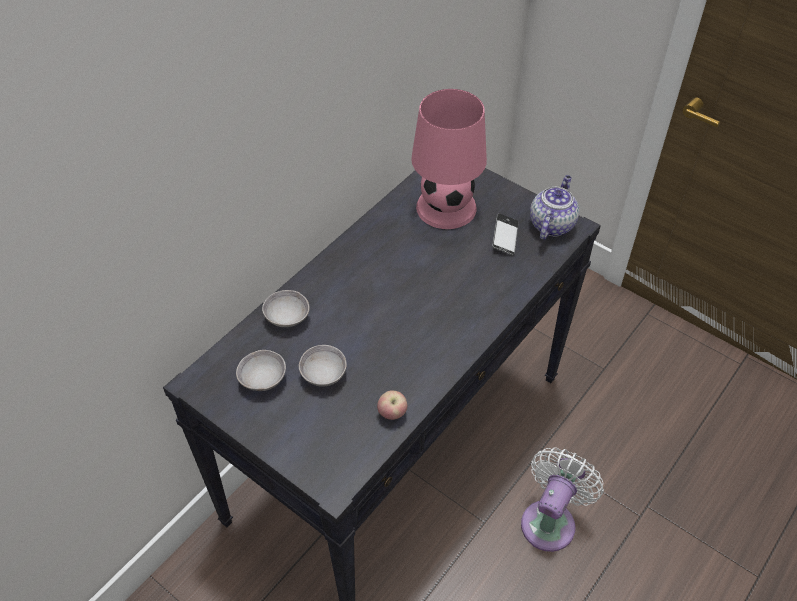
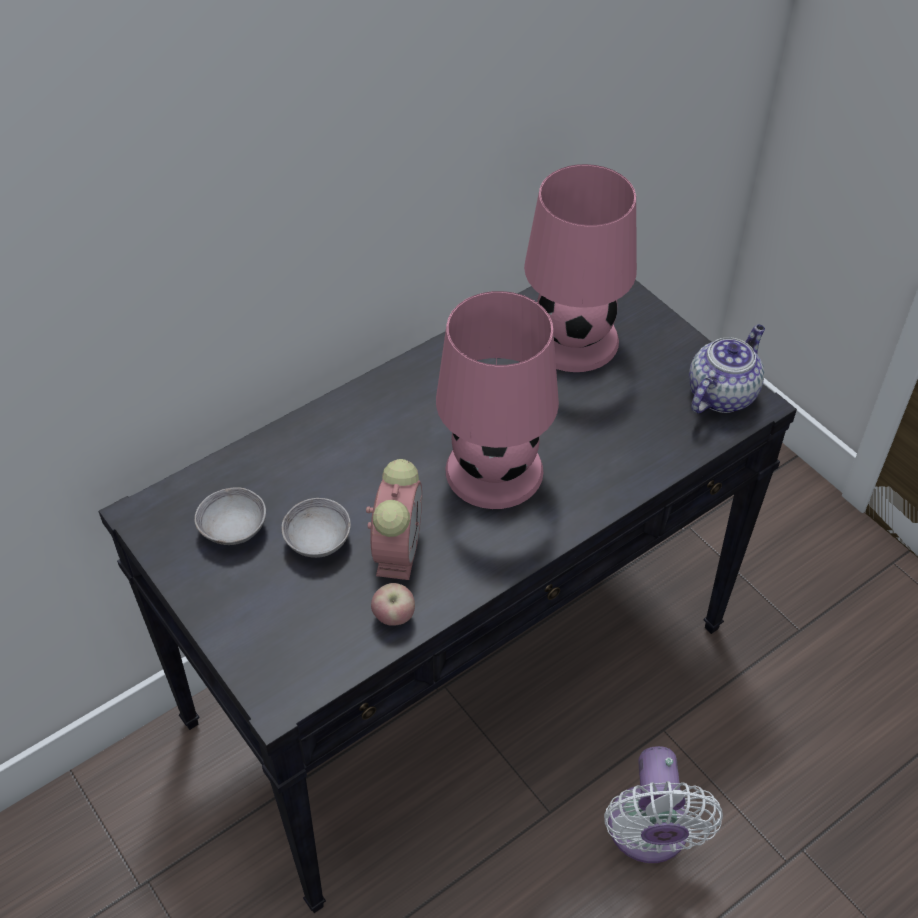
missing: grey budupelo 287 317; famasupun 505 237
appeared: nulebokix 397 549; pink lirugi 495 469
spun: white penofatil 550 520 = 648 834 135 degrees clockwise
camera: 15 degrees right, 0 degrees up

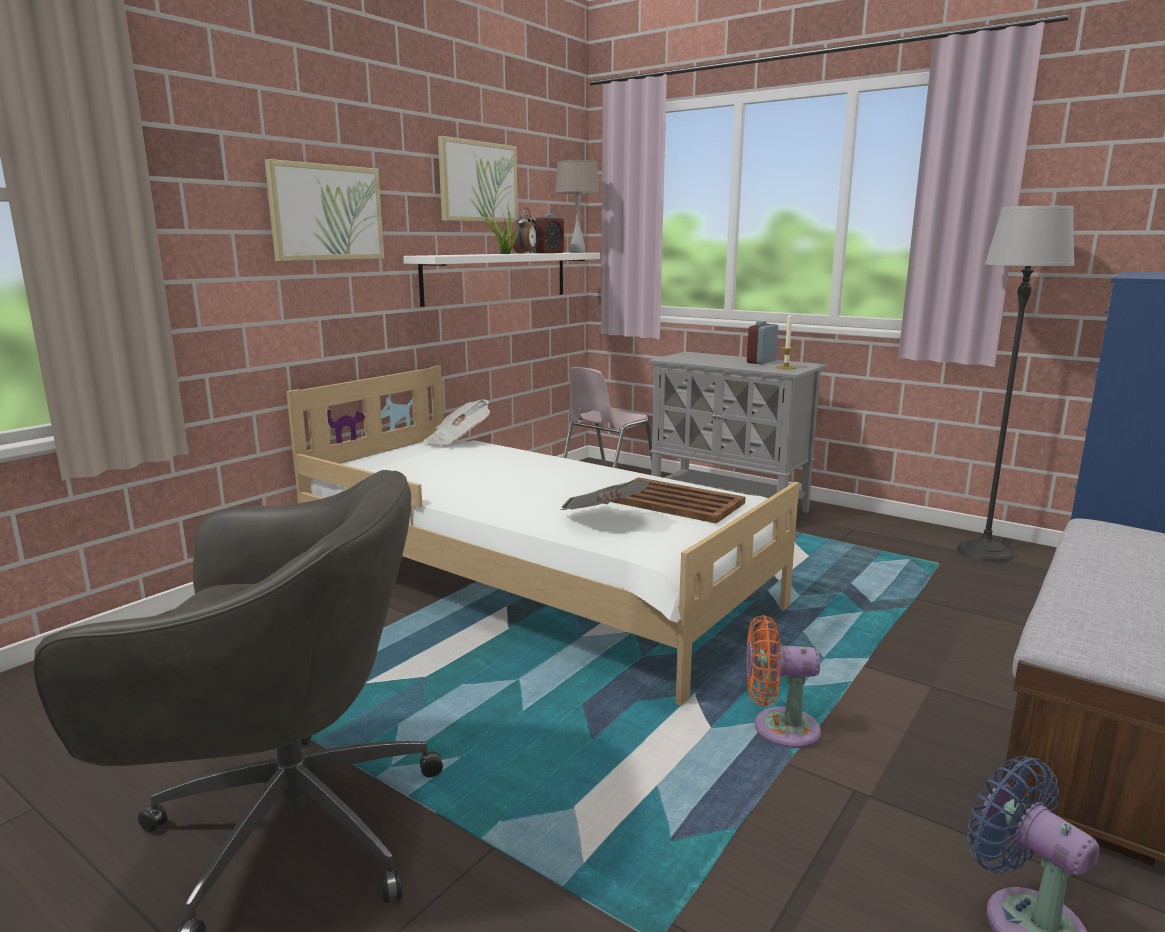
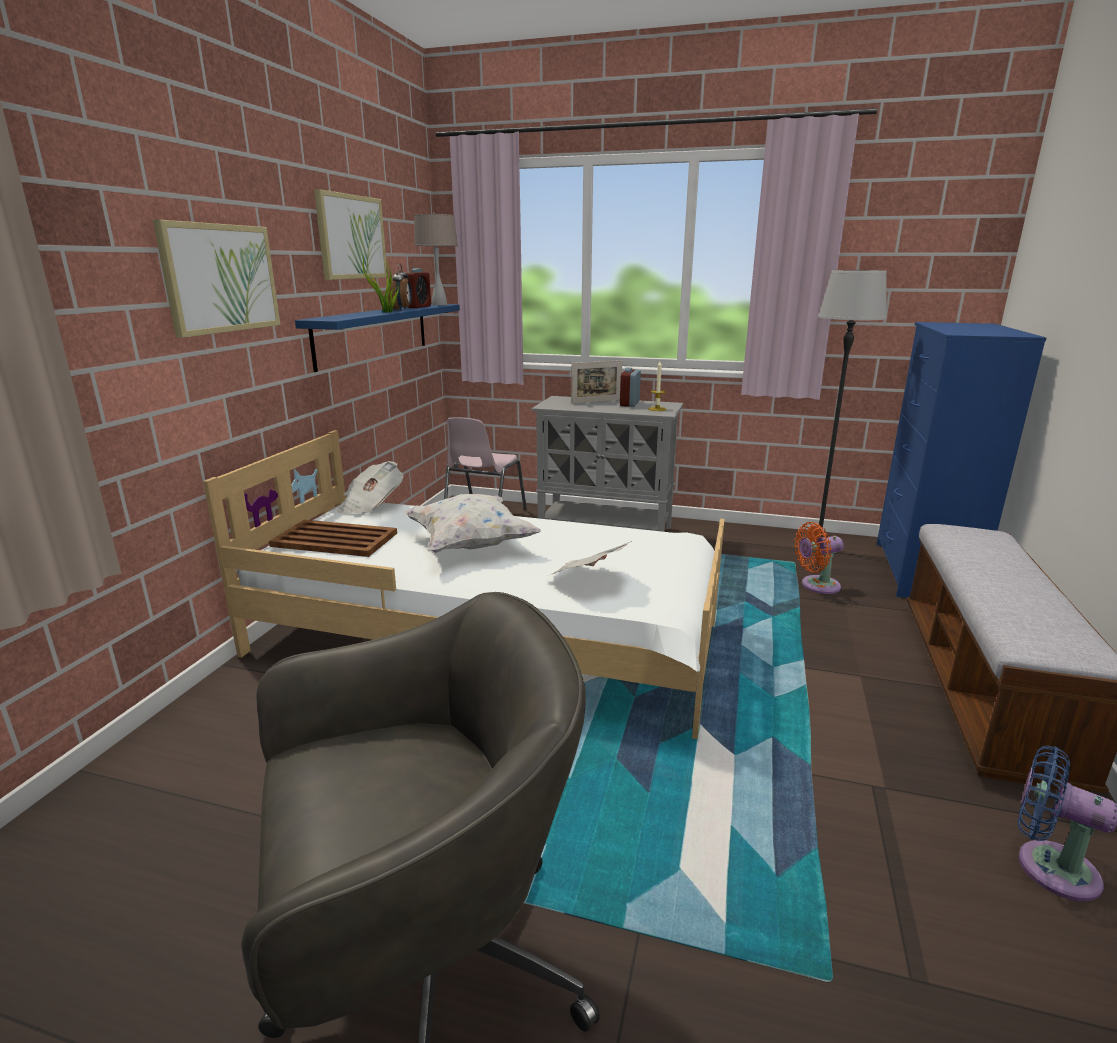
appeared: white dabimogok 470 545; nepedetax 596 401
relocated: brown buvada 673 501 to 334 539; orange penofatil 778 728 to 816 586
colour: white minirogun 497 277 to blue minirogun 374 334
camera: 20 degrees left, 5 degrees up

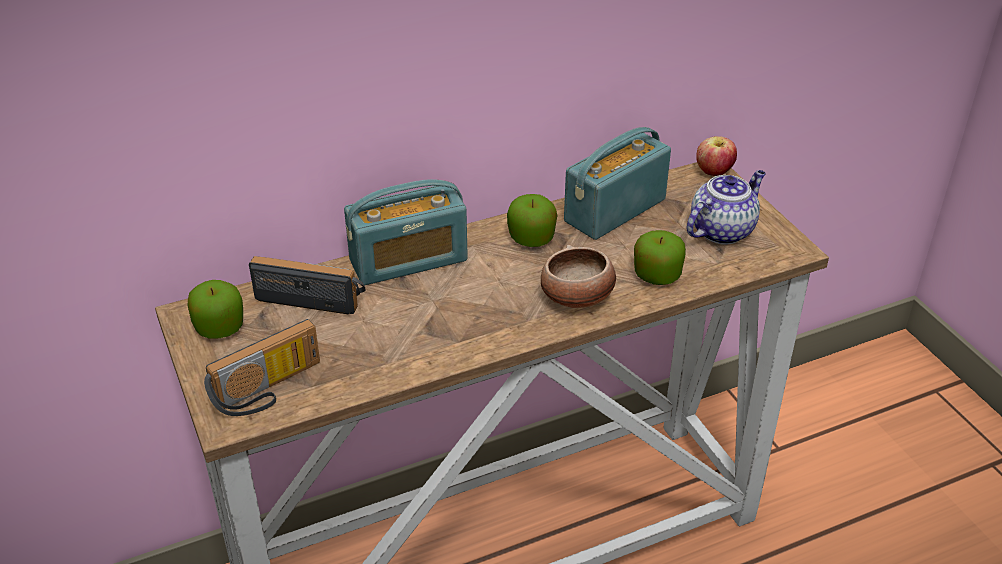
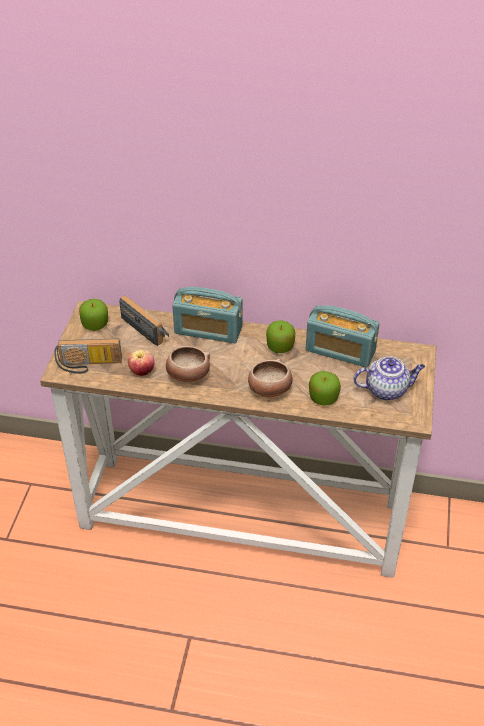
appeared: budupelo 187 375
relocated: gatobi 714 172 to 142 372
spun: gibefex 614 210 = 340 351 150 degrees counterclockwise
camera: 35 degrees right, 5 degrees up

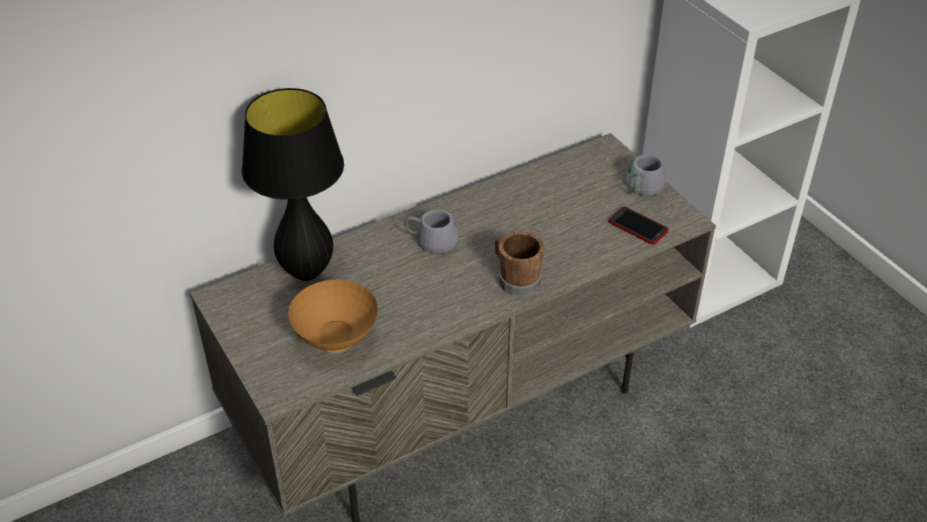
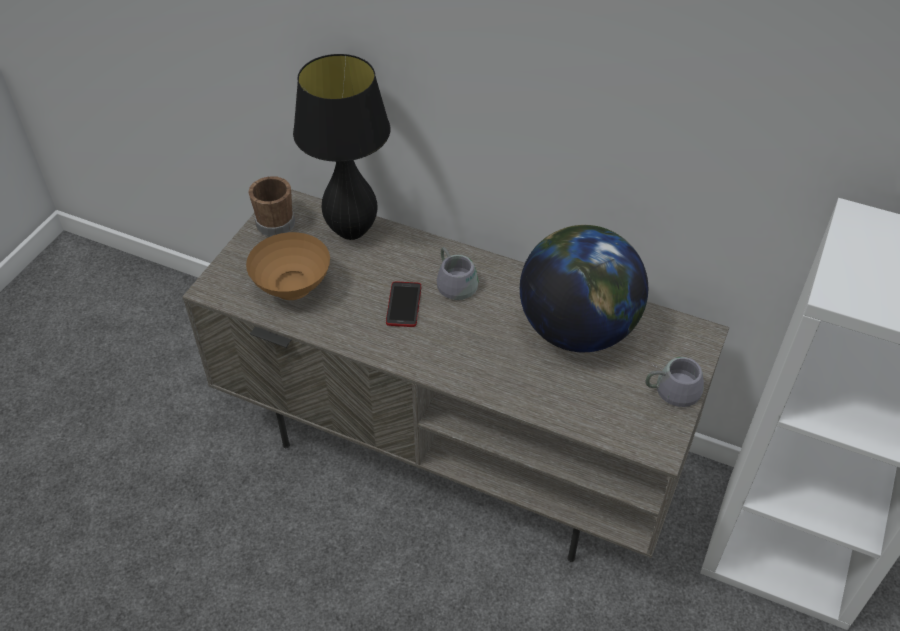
appeared: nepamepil 577 329
relocated: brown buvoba 515 279 to 277 220; famasupun 638 226 to 404 305
camera: 55 degrees right, 5 degrees up

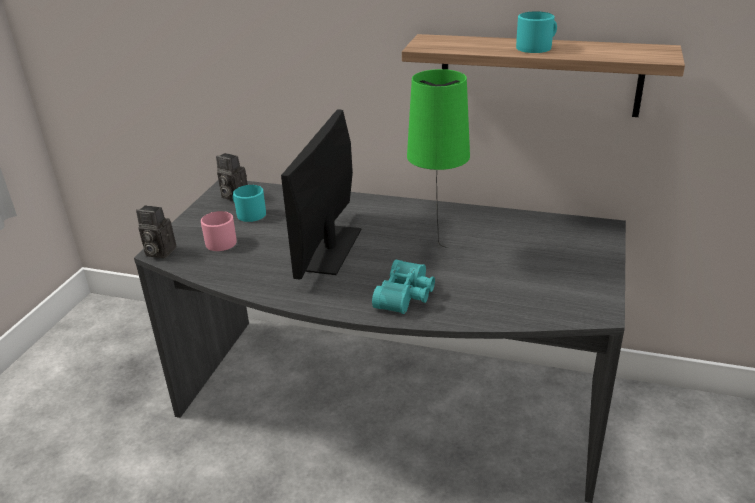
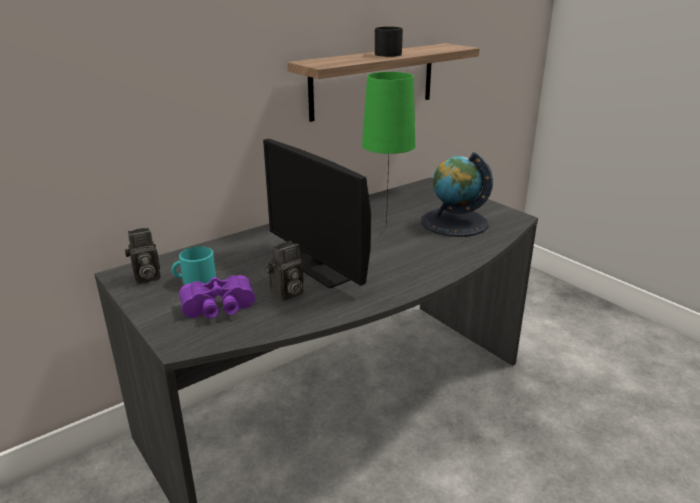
missing: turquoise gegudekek 407 296
appeared: nepamepil 454 222
relocated: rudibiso 158 252 to 286 293
exchanged: pink buvoba 218 242 to purple gegudekek 219 309
colour: turquoise buvoba 537 47 to black buvoba 388 54
camera: 55 degrees left, 5 degrees down

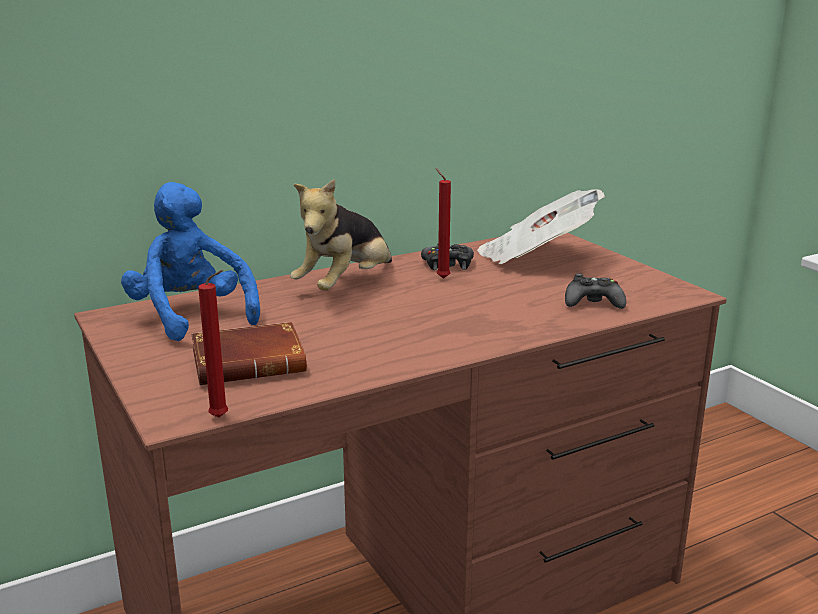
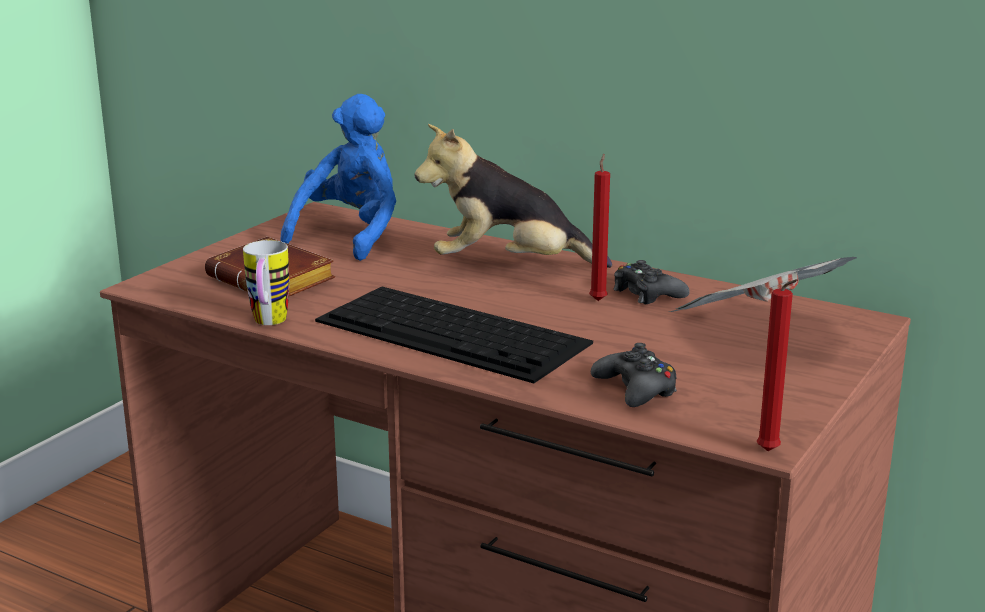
appeared: buvoba 268 323; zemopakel 454 332
relocated: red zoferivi 222 417 to 770 453
camera: 60 degrees right, 0 degrees up

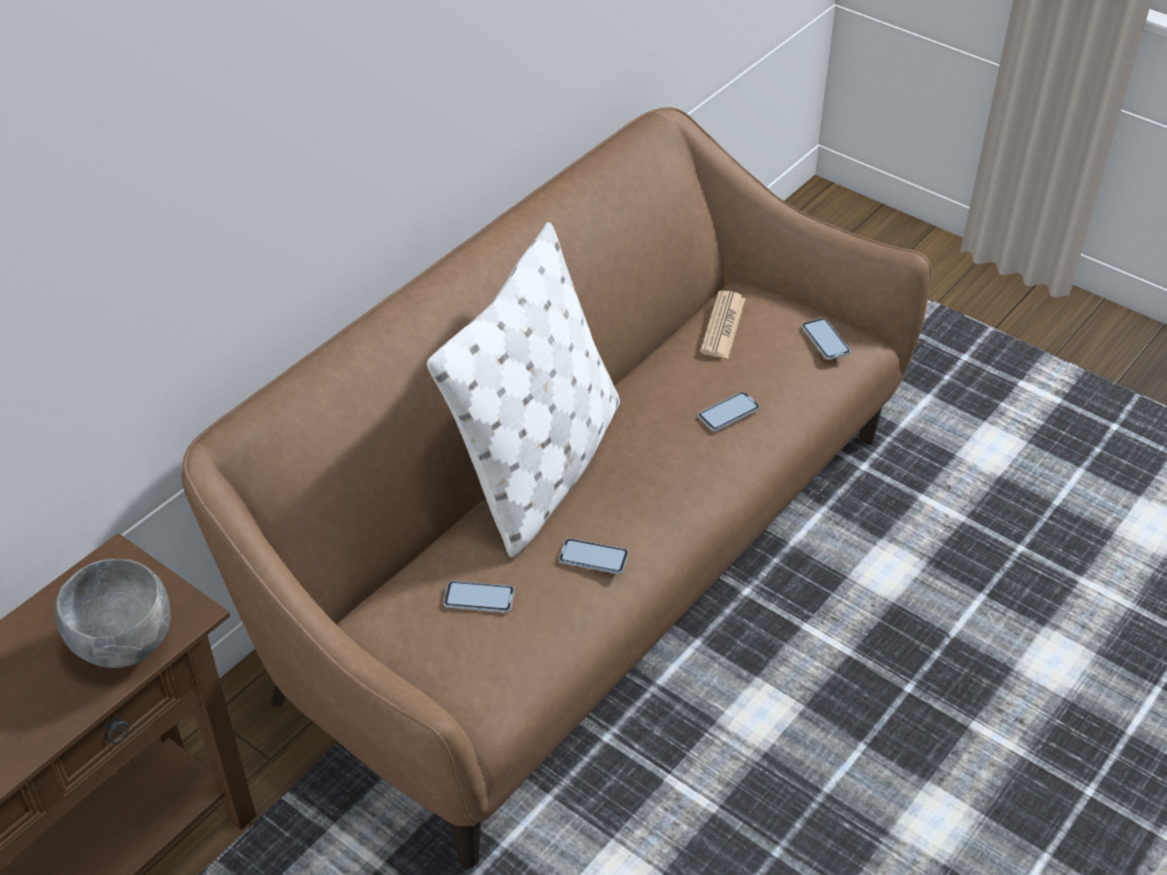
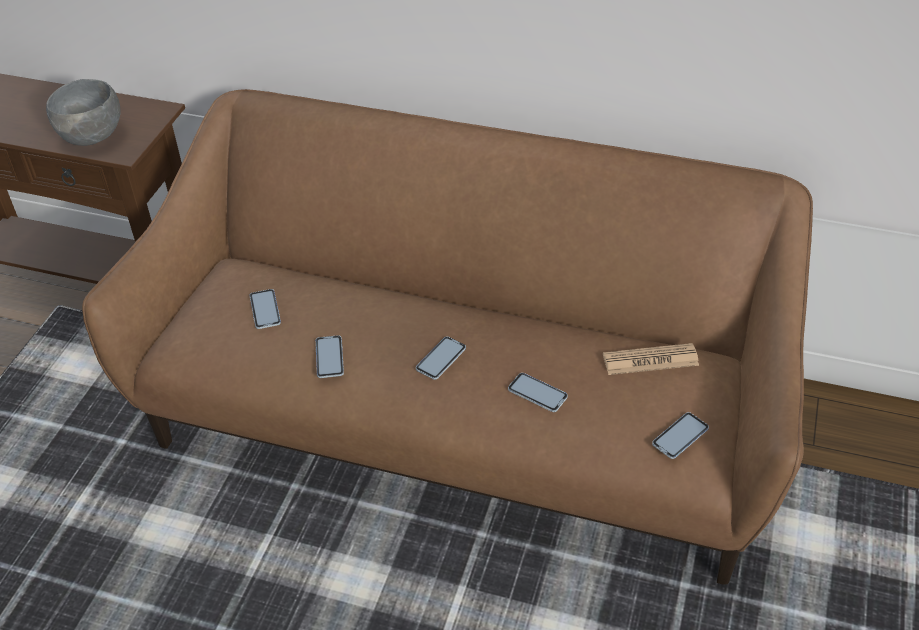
missing: white dabimogok 539 469
appeared: famasupun 441 359
camera: 70 degrees right, 0 degrees up

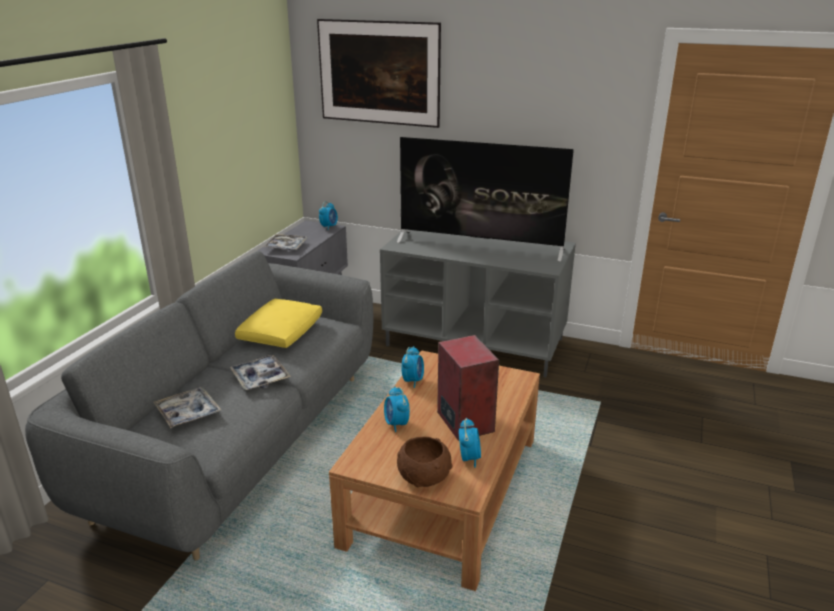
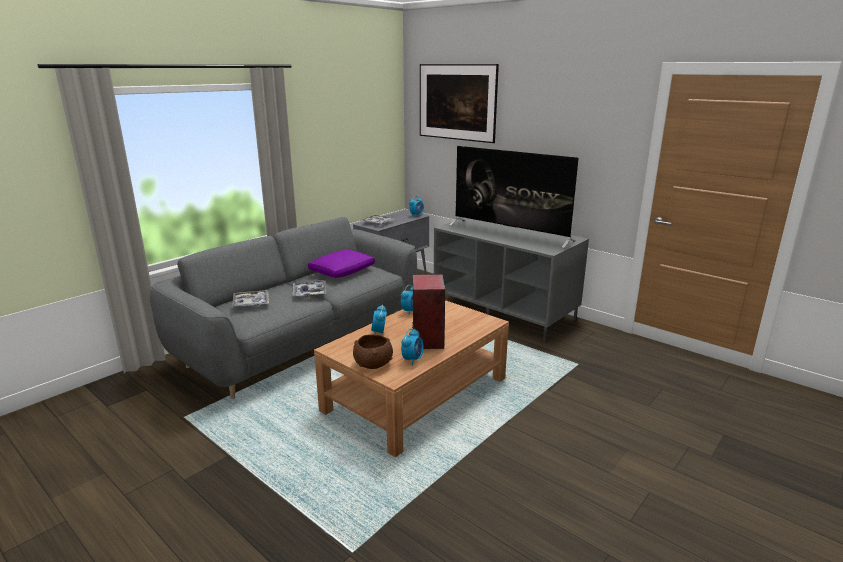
colour: yellow dabimogok 281 333 to purple dabimogok 342 271
camera: 20 degrees right, 5 degrees down

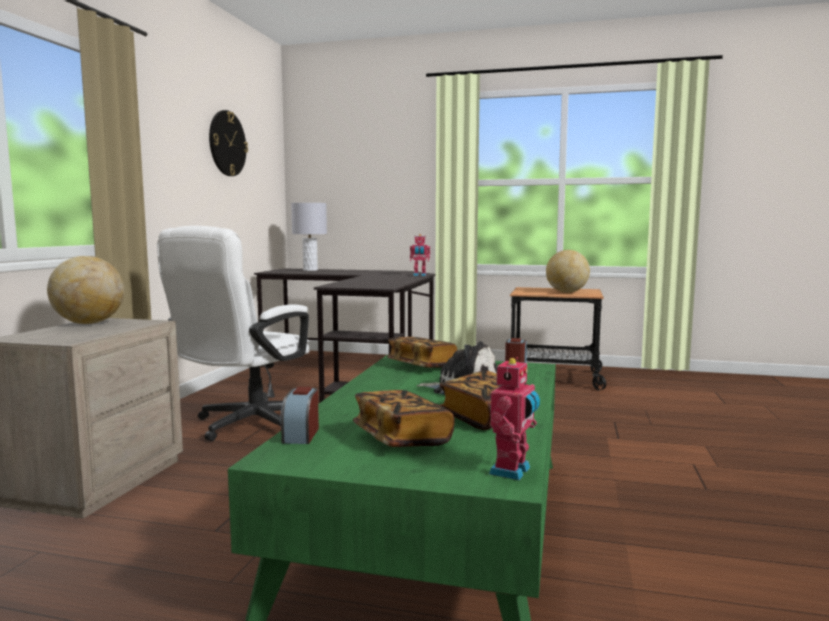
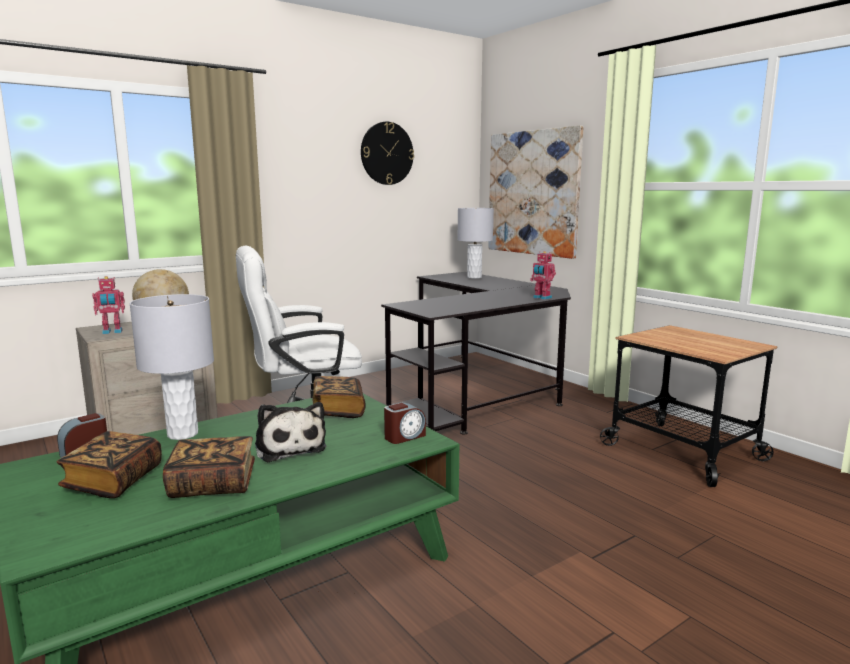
missing: nepamepil 566 292
appeared: grey lirugi 182 434; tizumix 533 193
relocated: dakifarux 513 471 to 112 332
camera: 40 degrees right, 5 degrees up

